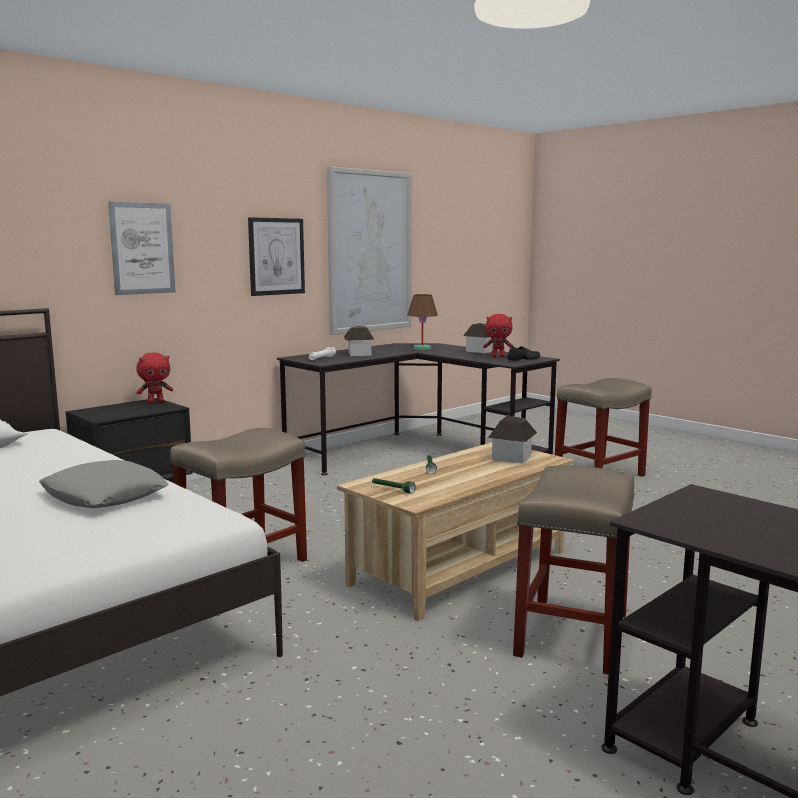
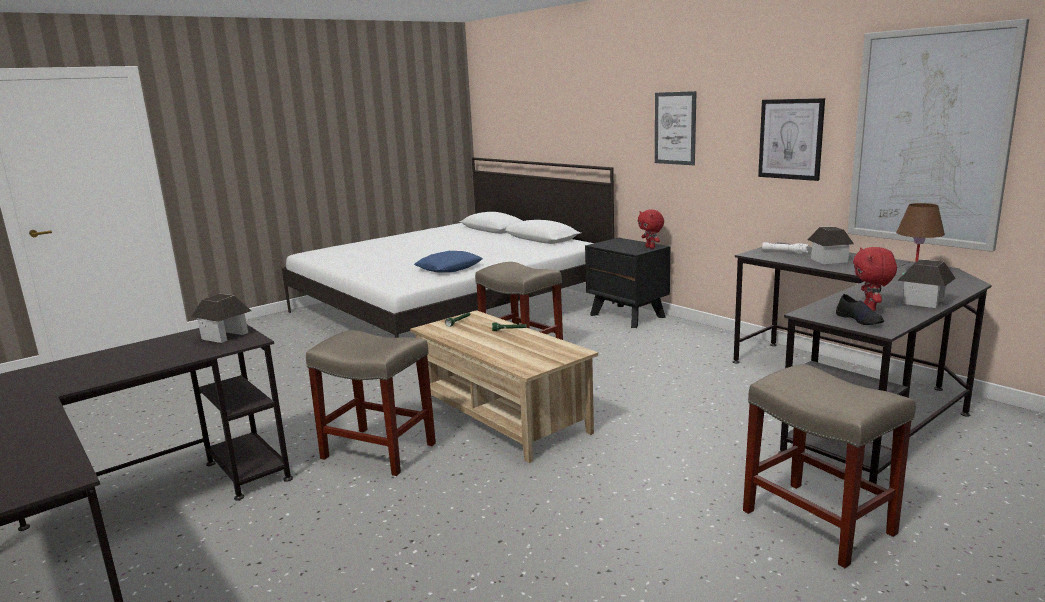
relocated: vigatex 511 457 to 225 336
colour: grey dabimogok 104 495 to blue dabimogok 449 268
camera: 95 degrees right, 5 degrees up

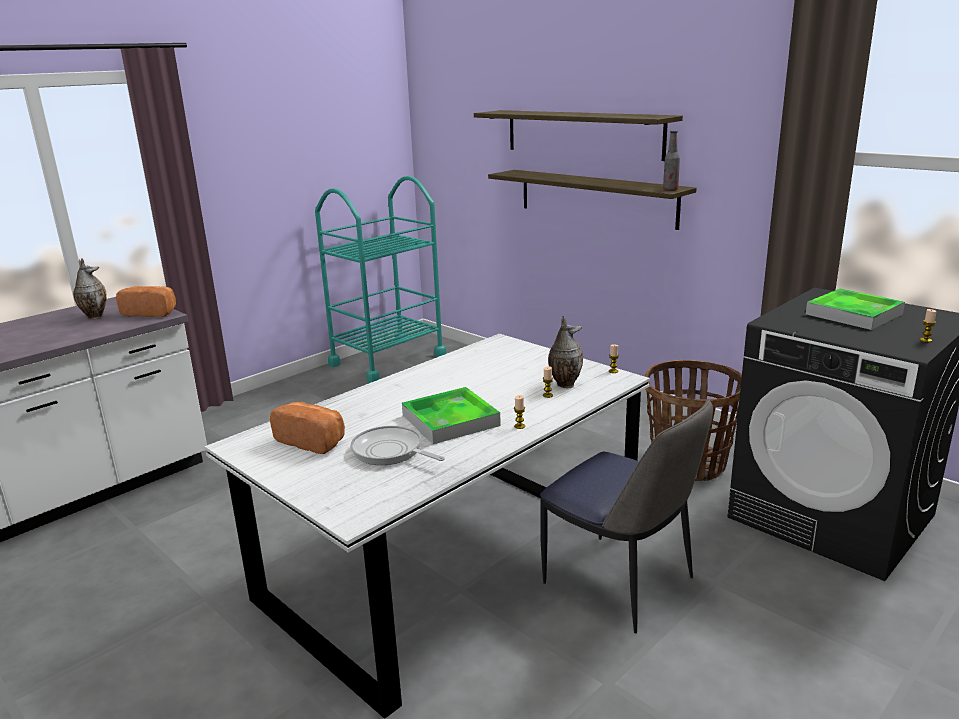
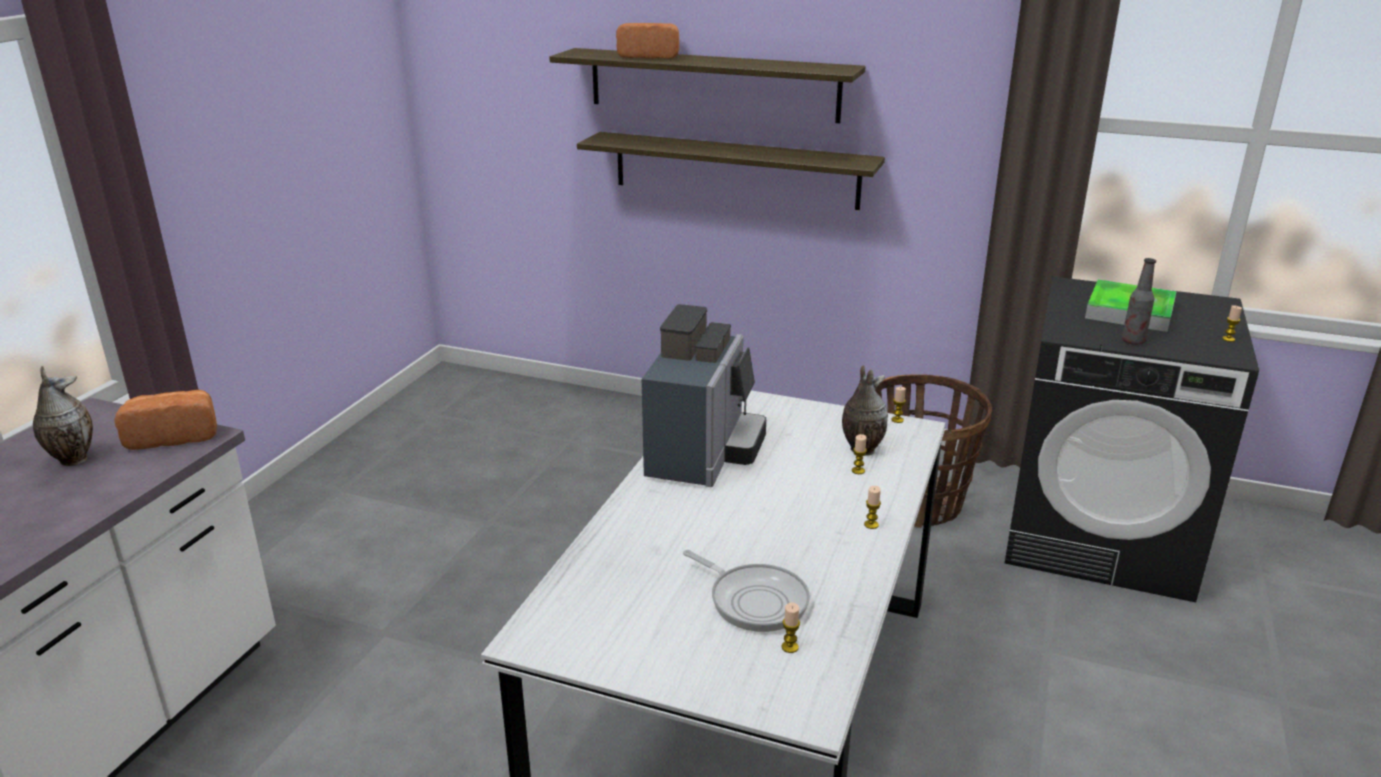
missing: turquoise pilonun 387 360; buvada 450 420; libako 621 583
appeared: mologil 703 454; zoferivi 790 647
relocated: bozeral 313 441 to 649 56; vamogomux 670 190 to 1133 341
spun: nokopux 390 452 = 754 600 150 degrees counterclockwise
camera: 25 degrees left, 5 degrees up

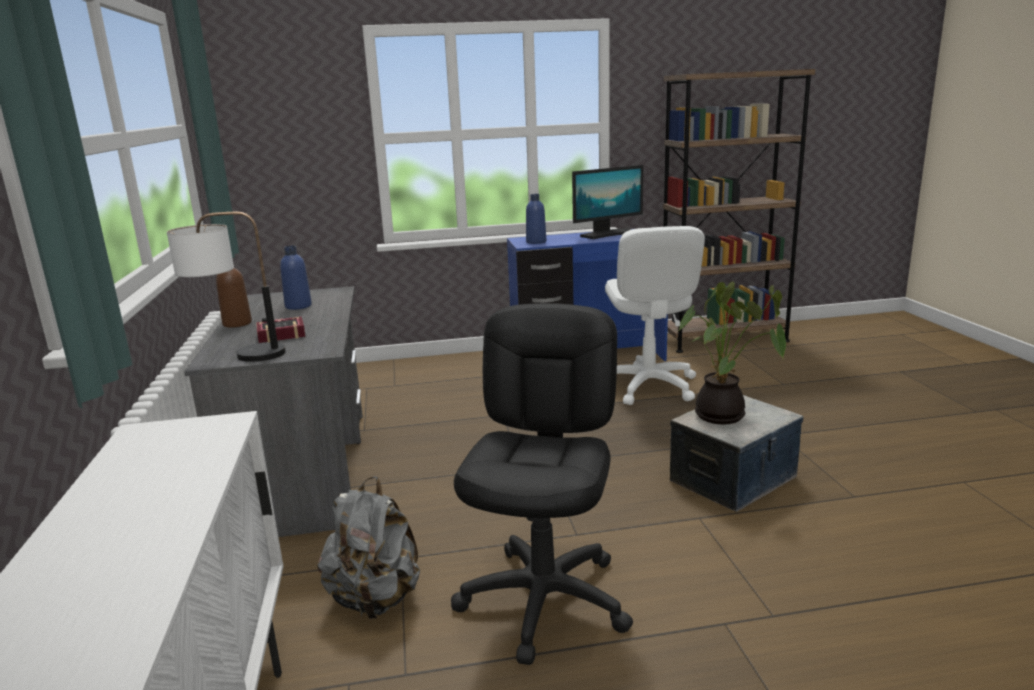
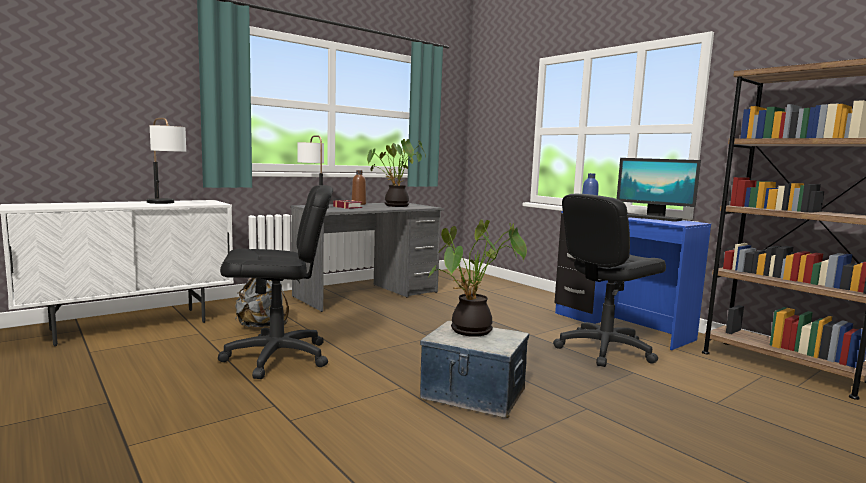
appeared: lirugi 166 203
exchanged: blue vamogomux 298 306 to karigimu 395 206
colour: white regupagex 648 386 to black regupagex 603 350
camera: 60 degrees right, 10 degrees down

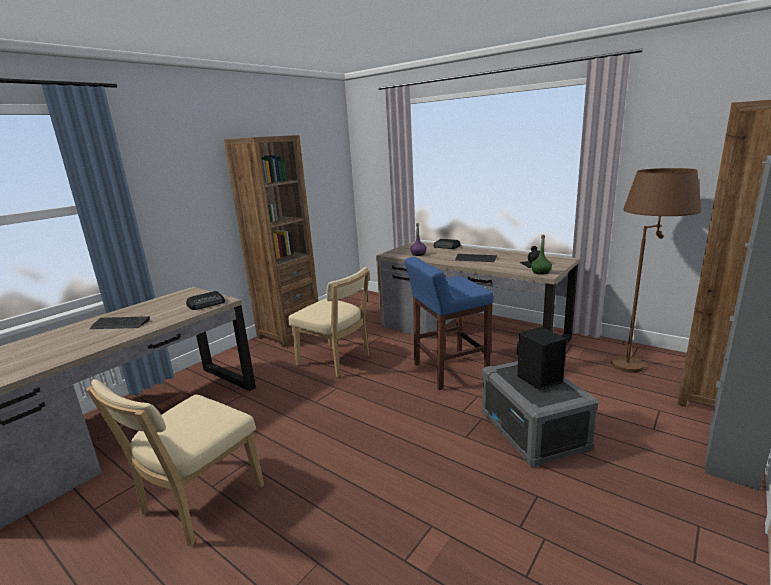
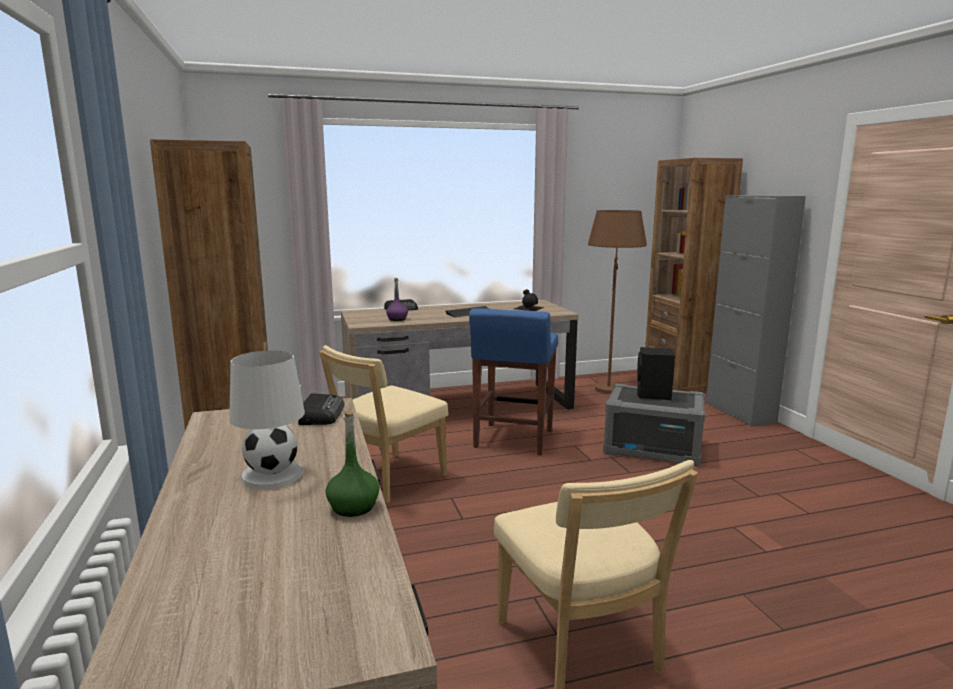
relocated: green vamogomux 541 272 to 354 507
exchanged: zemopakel 120 324 to white lirugi 272 474
spun: beige libako 336 361 = 387 480 150 degrees clockwise
camera: 55 degrees left, 5 degrees down

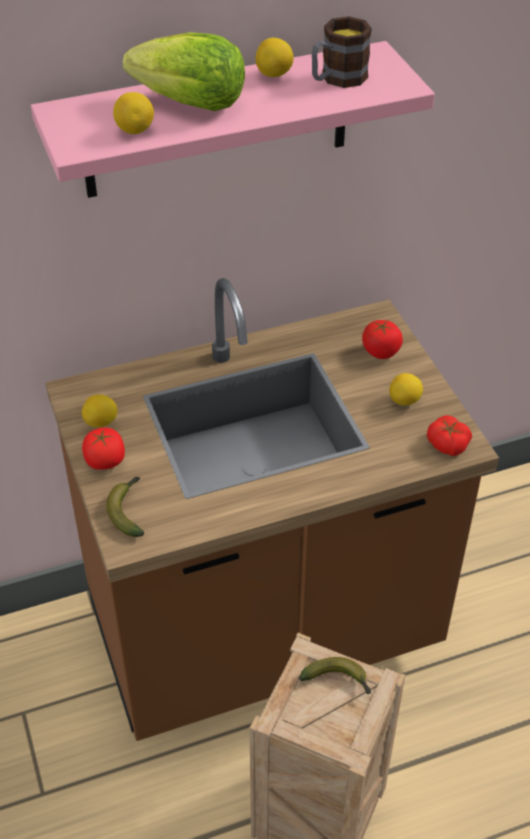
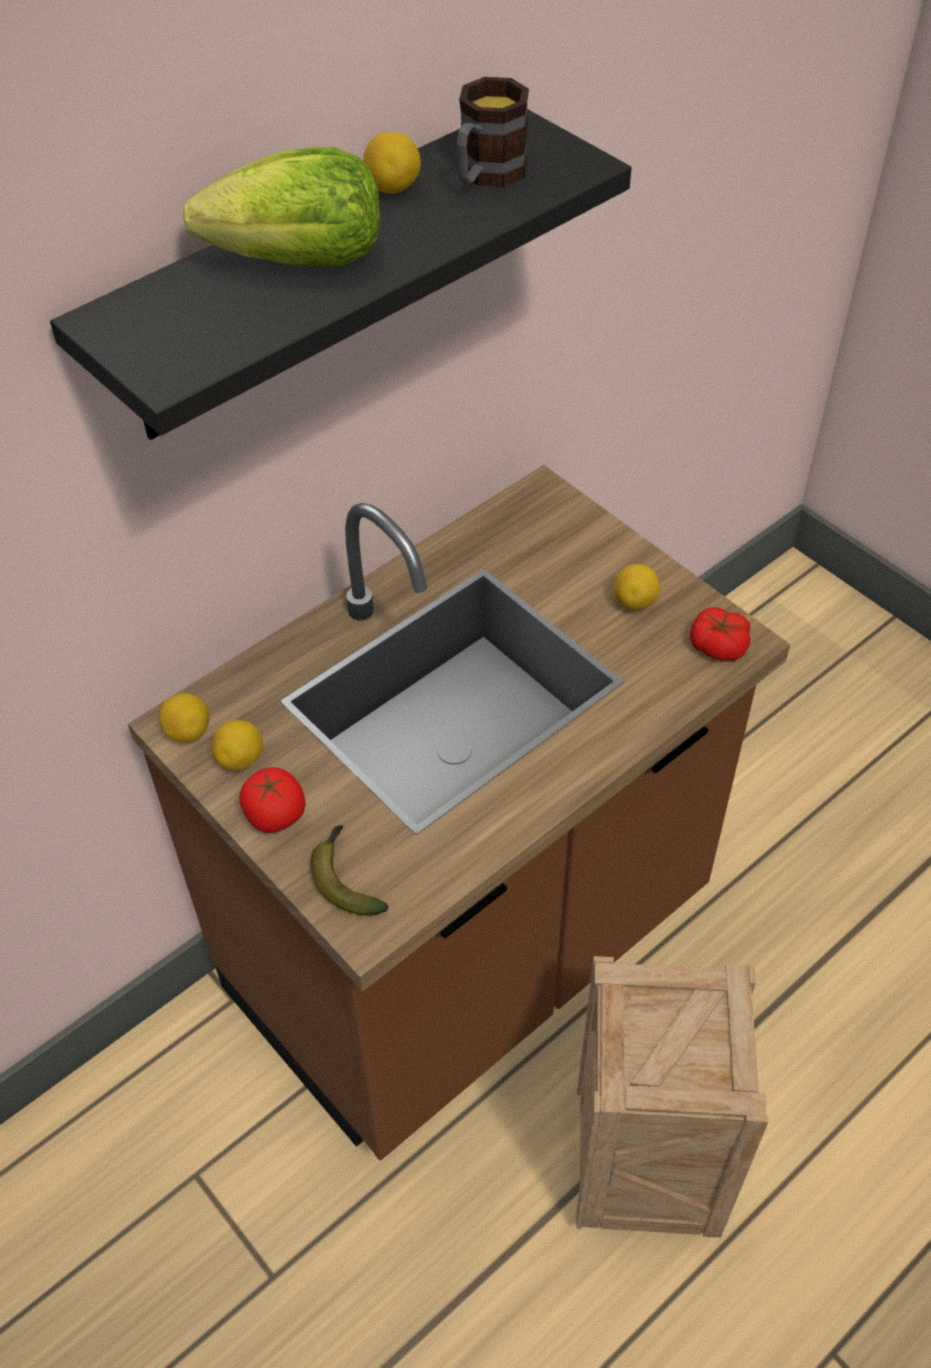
missing: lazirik 338 681; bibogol 381 351
relocated: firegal 135 131 to 188 732
colour: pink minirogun 217 121 to black minirogun 311 277
camera: 20 degrees left, 5 degrees up

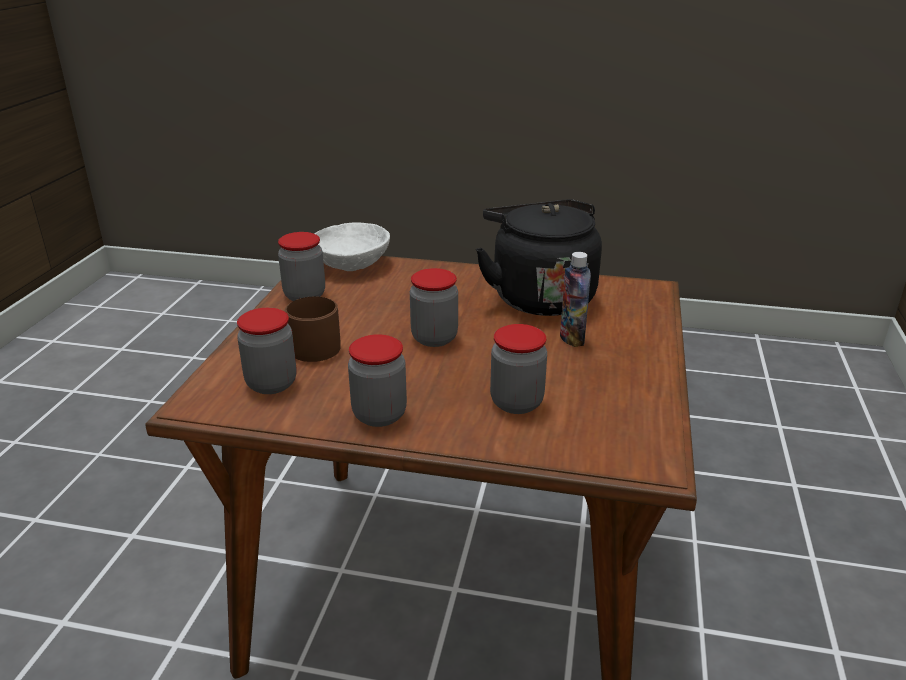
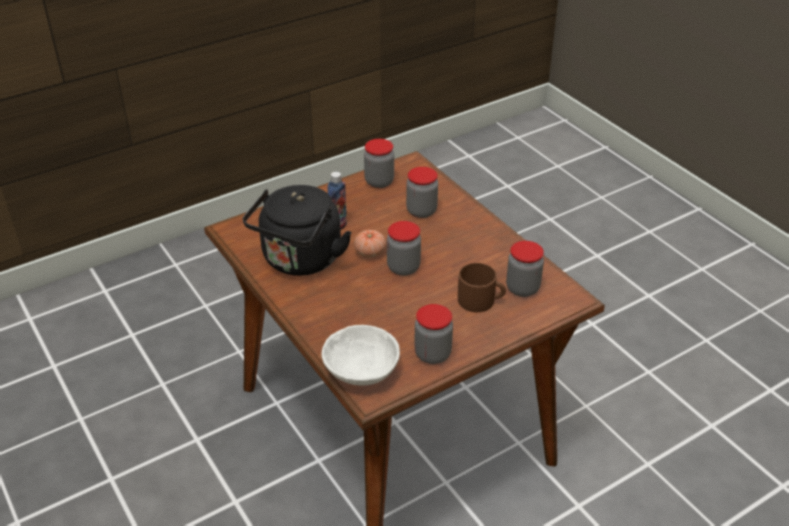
appeared: bibogol 370 252
relocated: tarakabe 379 415 to 379 182
camera: 135 degrees left, 10 degrees up

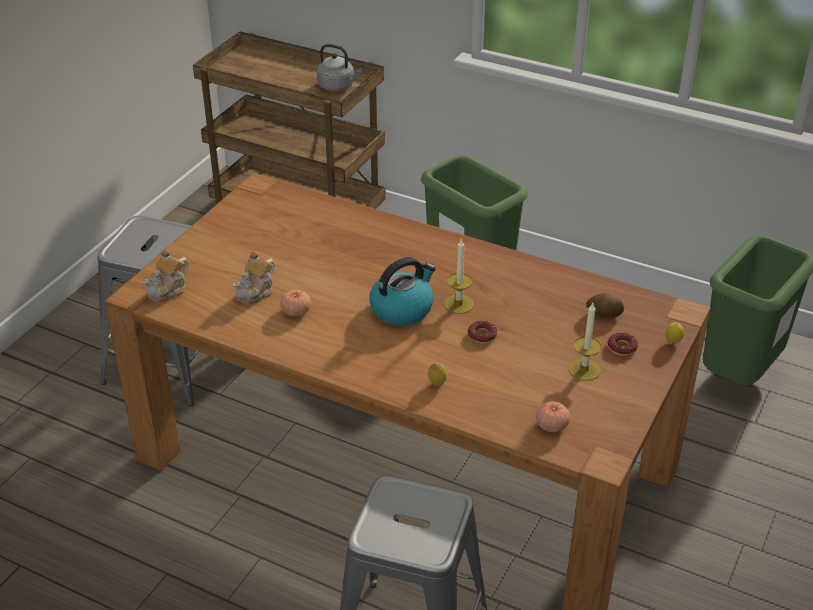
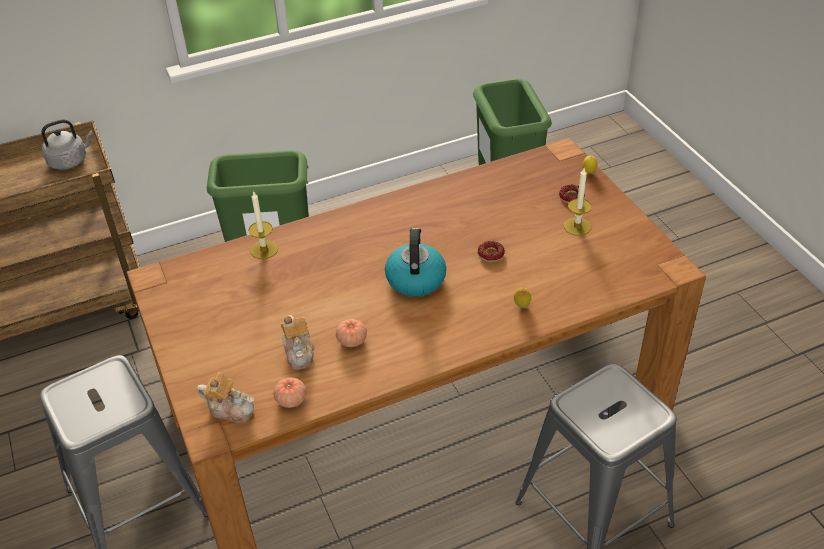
missing: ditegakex 604 314
relocated: zoferivi 458 304 to 264 249; bibogol 551 425 to 291 400
spun: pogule 168 290 = 230 409 60 degrees counterclockwise
camera: 50 degrees left, 5 degrees up

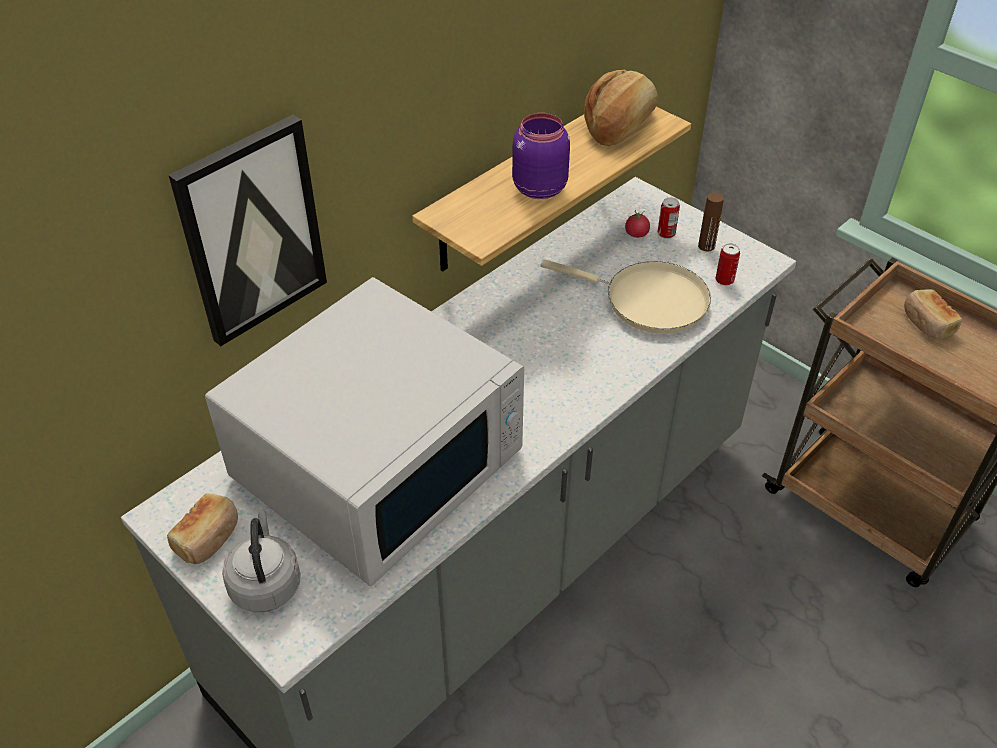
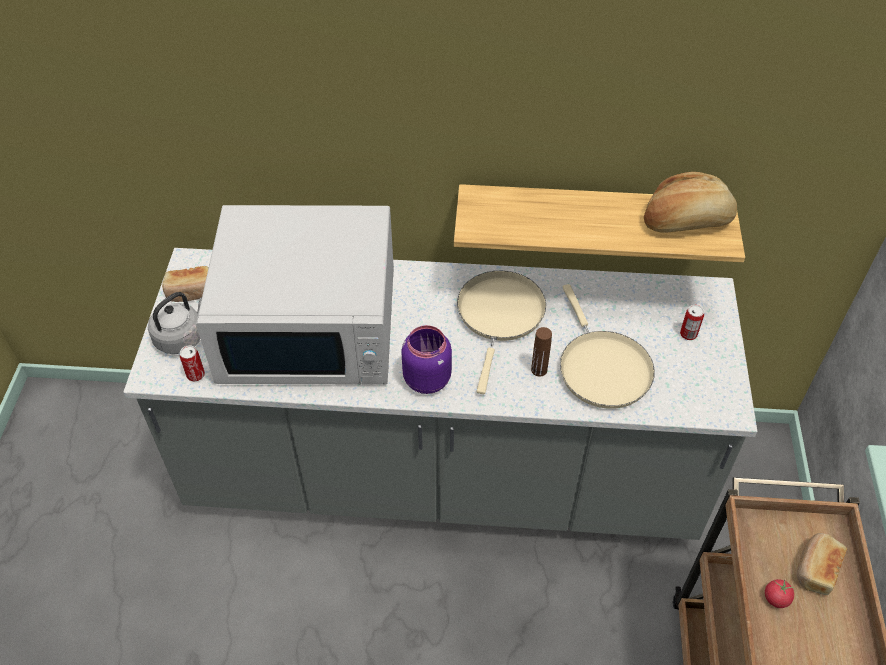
missing: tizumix 251 231
appeared: beige nokopux 500 316
relocated: purple tarakabe 538 188 to 427 378; bibogol 636 234 to 776 598; brown vamogomux 706 246 to 539 370; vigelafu 724 280 to 195 375
camera: 50 degrees right, 5 degrees up

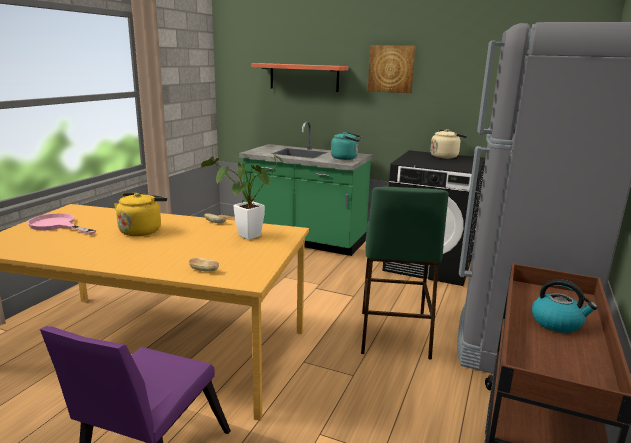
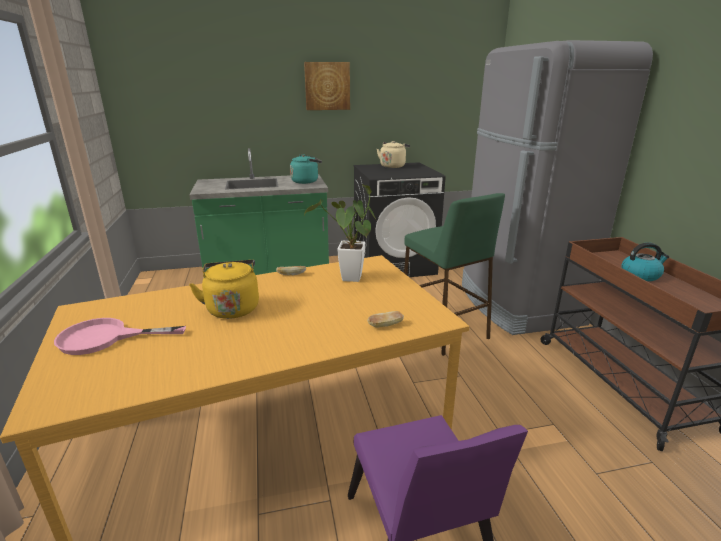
missing: minirogun 304 77
camera: 35 degrees left, 5 degrees up

